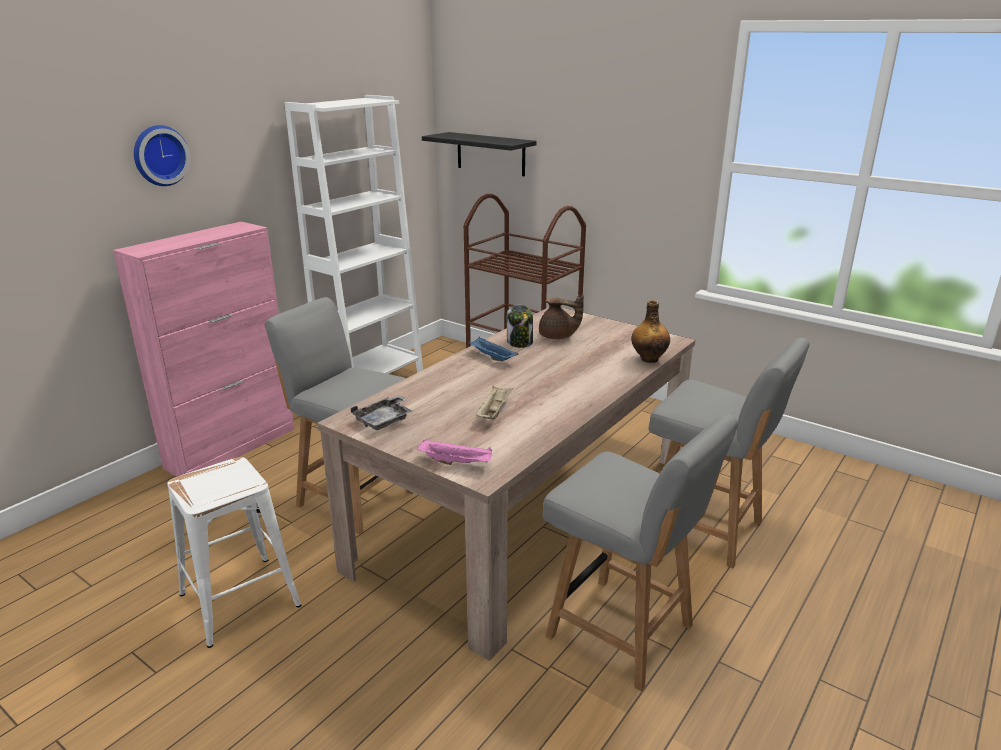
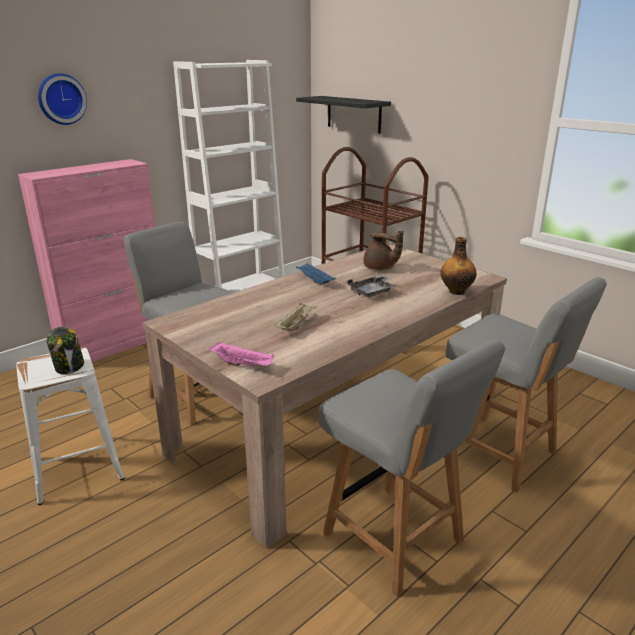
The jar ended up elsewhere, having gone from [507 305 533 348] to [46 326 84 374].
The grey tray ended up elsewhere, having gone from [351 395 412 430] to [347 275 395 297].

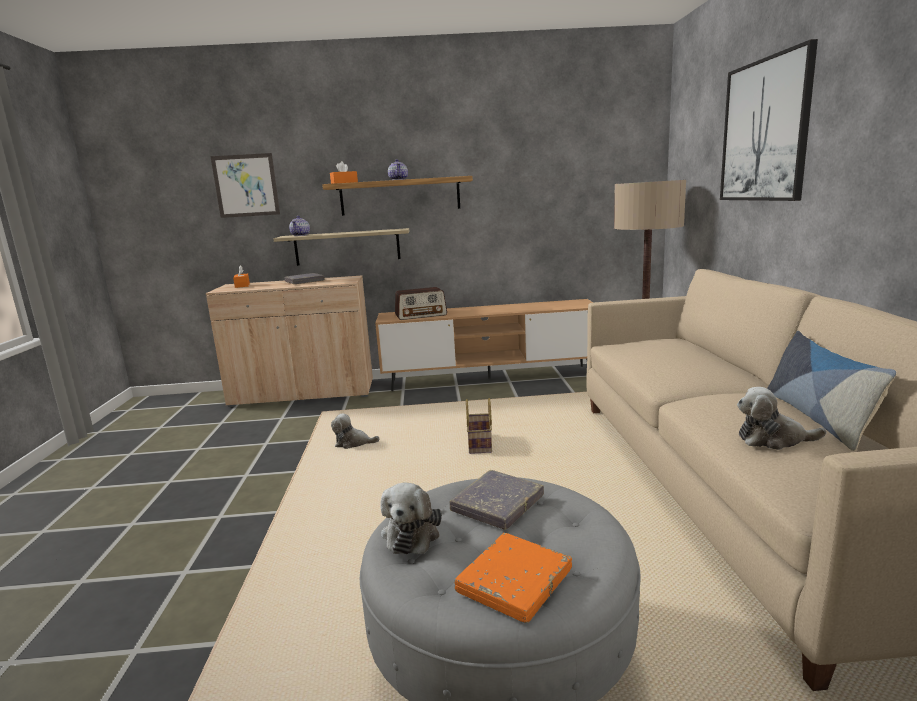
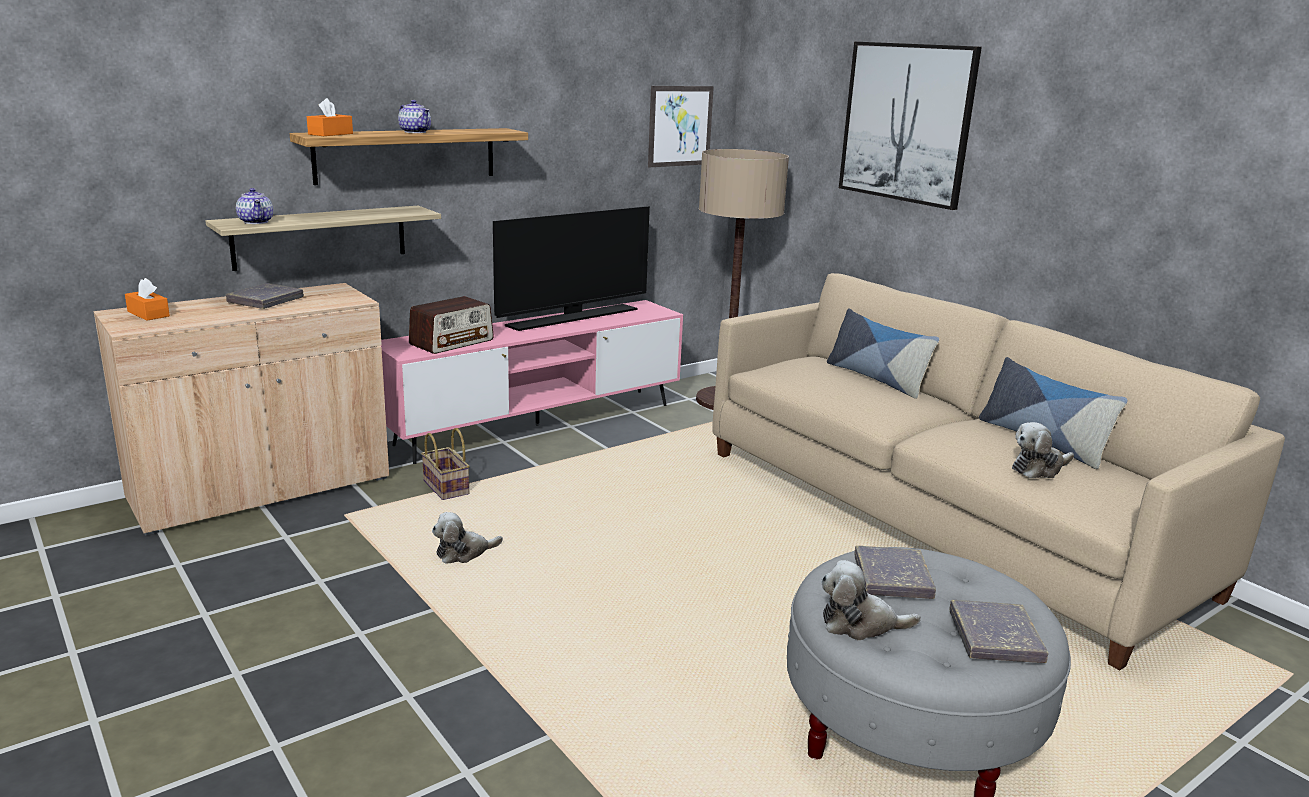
The picture ended up elsewhere, having gone from [211 153 280 218] to [648 86 714 167].
What was the brown tv stand at [375 299 593 391] turned into the pink tv stand at [381 300 683 464].
The basket ended up elsewhere, having gone from [466 398 492 454] to [421 428 470 500].
The plush toy at [381 483 442 554] ended up facing another way, 120 degrees clockwise from before.
What was the orange book at [455 533 572 623] turned into the grey book at [949 600 1048 663].
The second view gained the television at [493 206 650 331].
The second view gained the pillow at [827 308 939 399].

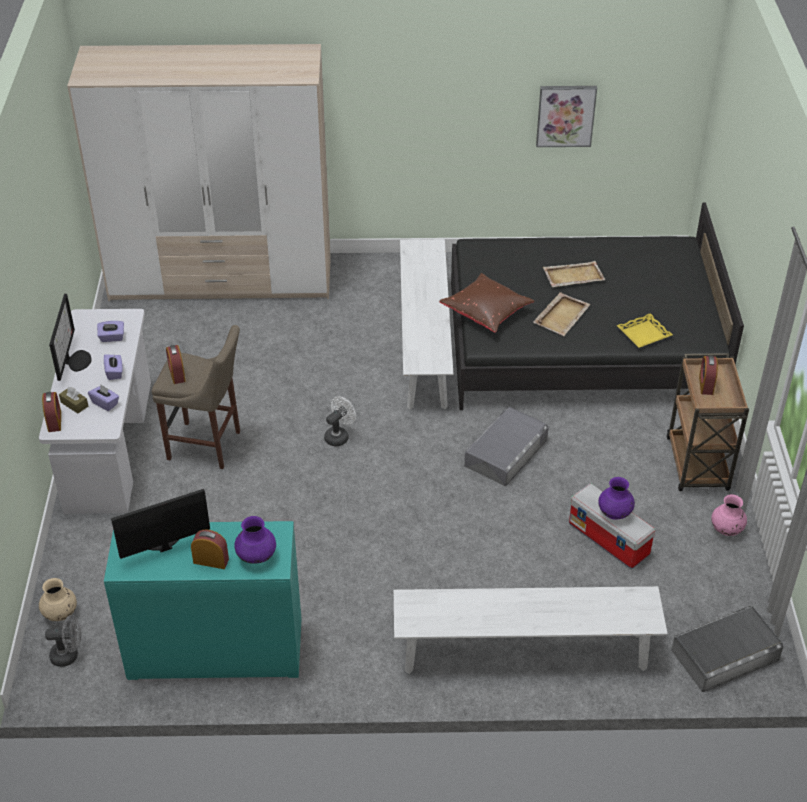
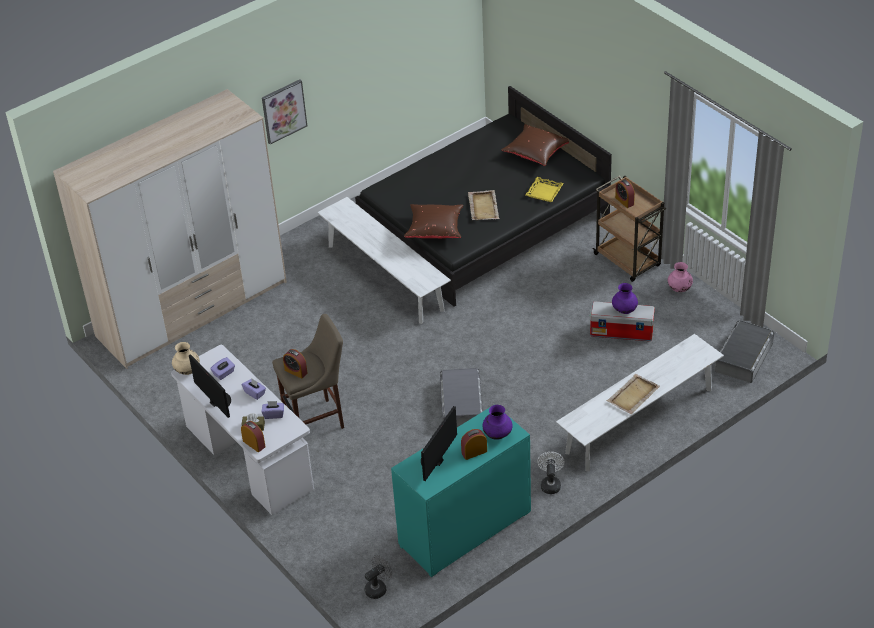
The picture ended up elsewhere, having gone from [536 86 597 147] to [262 79 307 144].
The beige tray ended up elsewhere, having gone from [543 261 605 287] to [607 374 660 414].
The white fan ended up elsewhere, having gone from [324 396 356 447] to [537 452 565 494].
The grey storage box ended up elsewhere, having gone from [464 407 549 486] to [440 368 483 427].
The beige vase ended up elsewhere, having gone from [39 578 77 621] to [172 342 200 375].
The second view gained the brown pillow at [501 124 569 166].

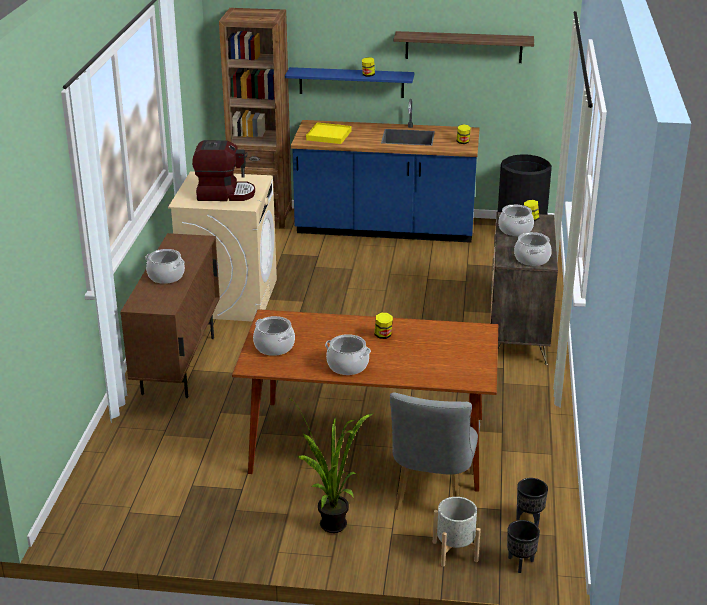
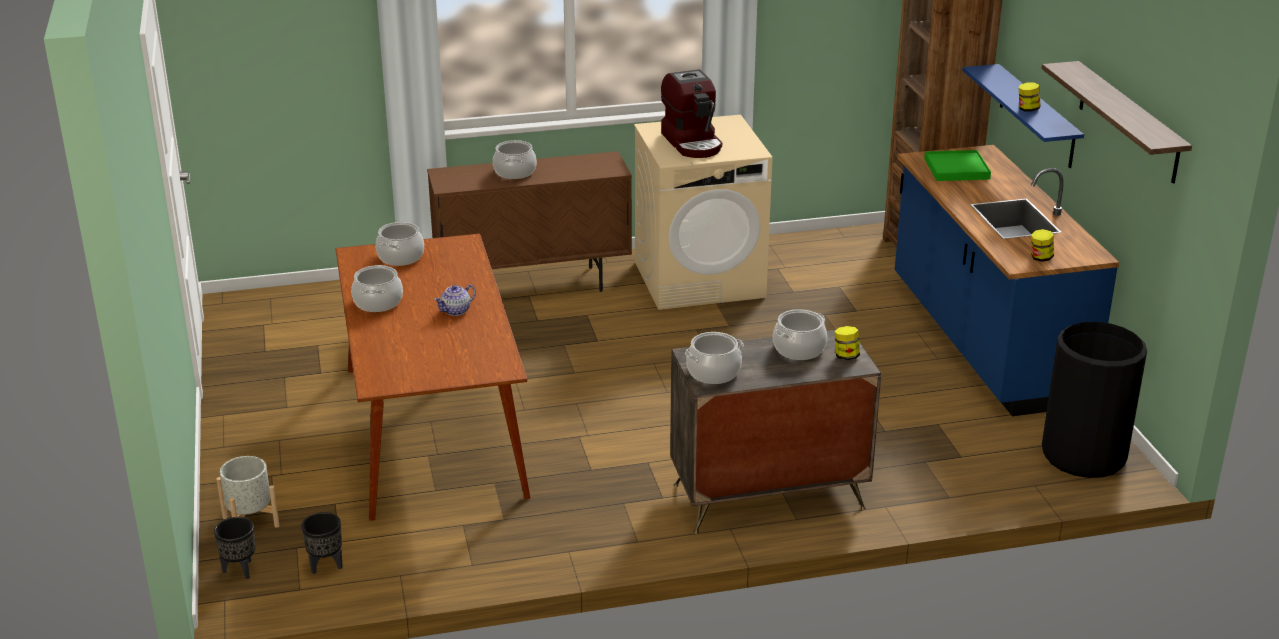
What was the yellow tray at [306 122 351 144] turned into the green tray at [924 150 991 181].
Where the jar stood at [375 313 393 339], the teapot came to stand at [434 285 476 316].
The second view lost the grey chair at [390 392 480 510].
The second view lost the potted plant at [290 399 374 533].

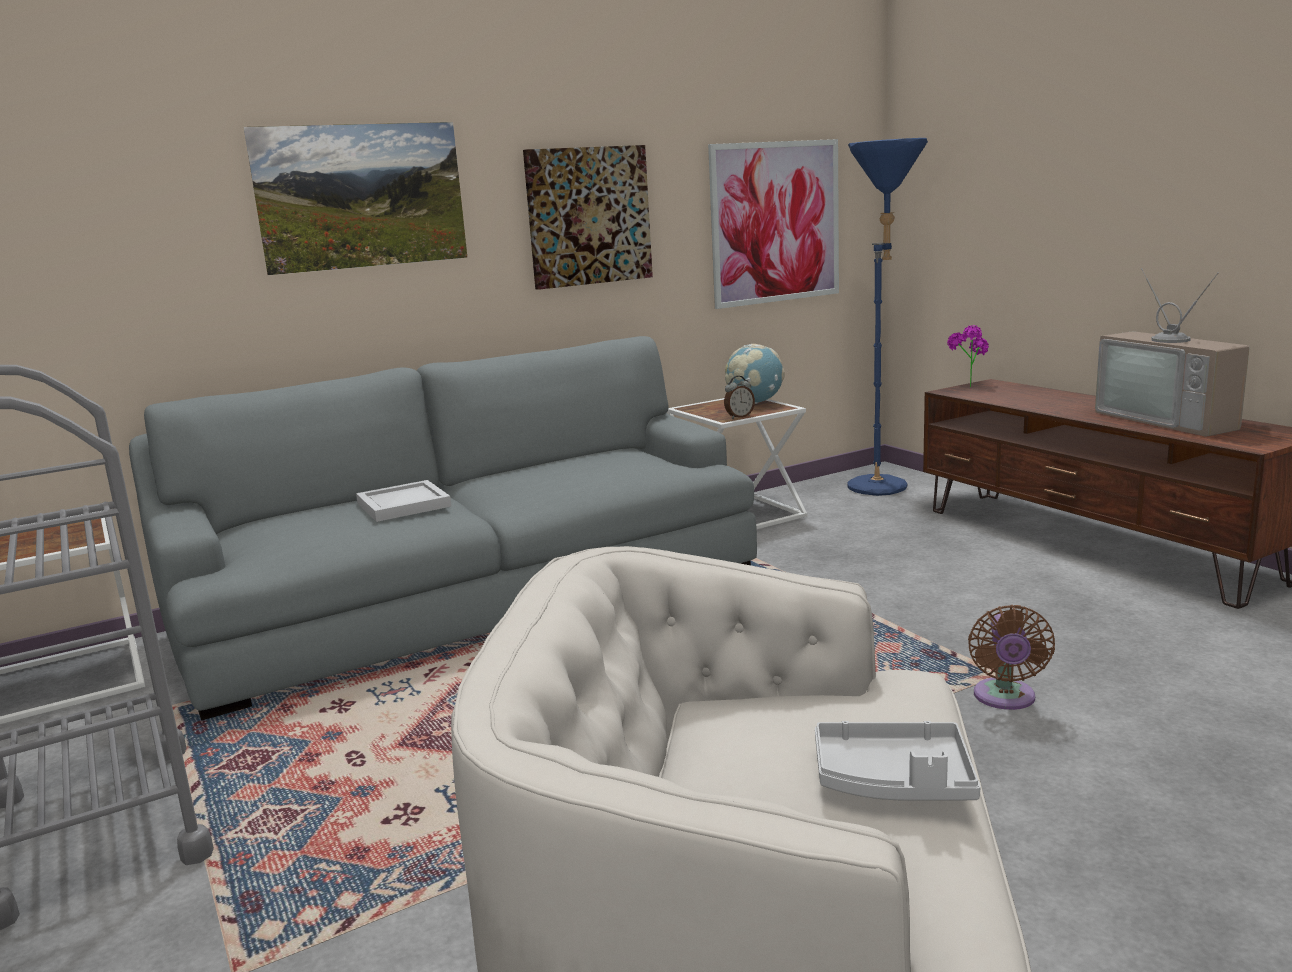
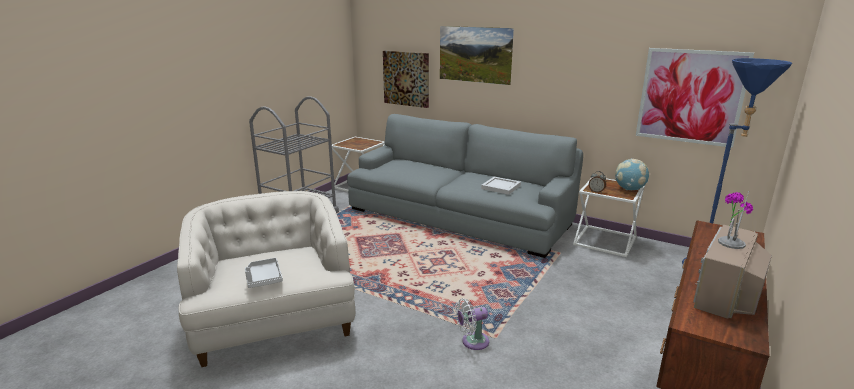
The picture ended up elsewhere, having gone from [523 145 653 290] to [383 51 429 108].
The white tray ended up elsewhere, having gone from [356 480 452 522] to [481 177 521 195].
What was the brown fan at [968 605 1055 710] turned into the white fan at [455 298 489 350].

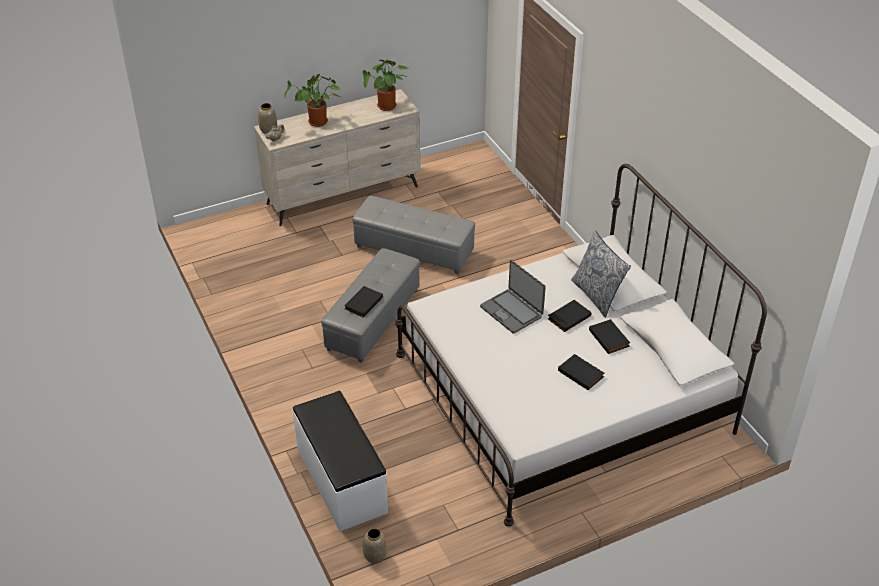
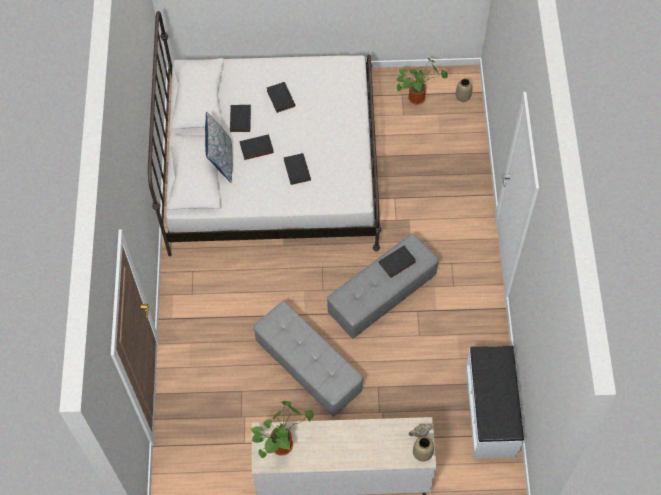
The potted plant ended up elsewhere, having gone from [284 74 342 127] to [396 58 448 105].
Where the laptop stood at [480 260 546 334], the black book came to stand at [284 153 311 185].
The white bench ended up elsewhere, having gone from [293 391 388 531] to [465 345 524 459].

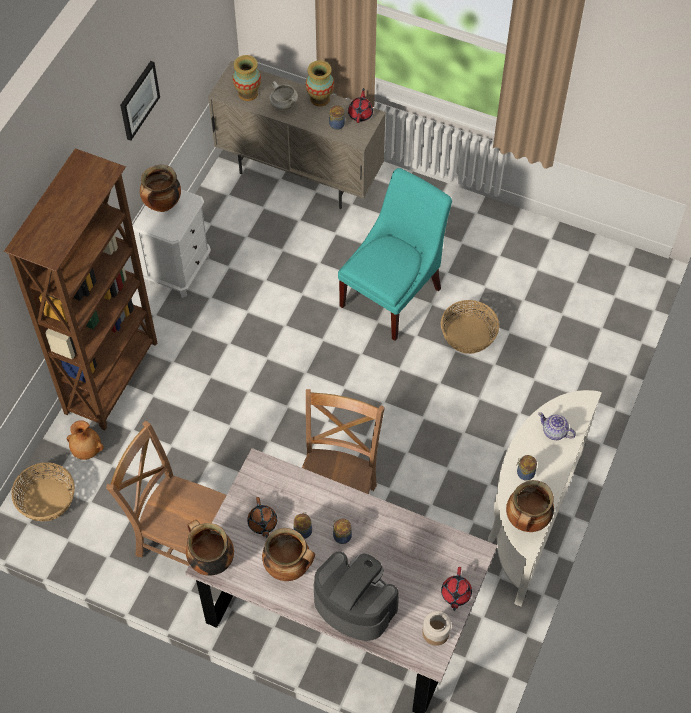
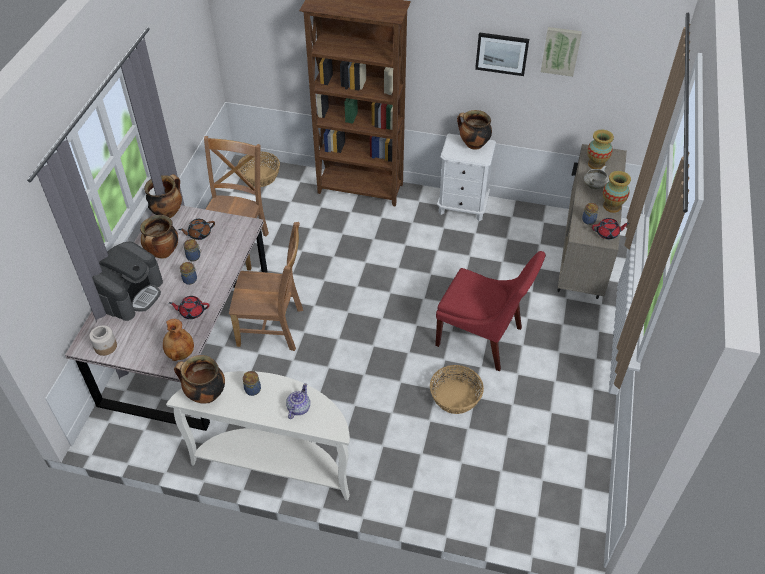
What was the turquoise chair at [338 168 452 341] turned into the red chair at [435 251 546 371].
The brown vase ended up elsewhere, having gone from [67 420 104 460] to [163 319 194 361].
The red teapot ended up elsewhere, having gone from [441 567 472 611] to [169 296 209 319].
The second view gained the picture at [541 27 582 77].

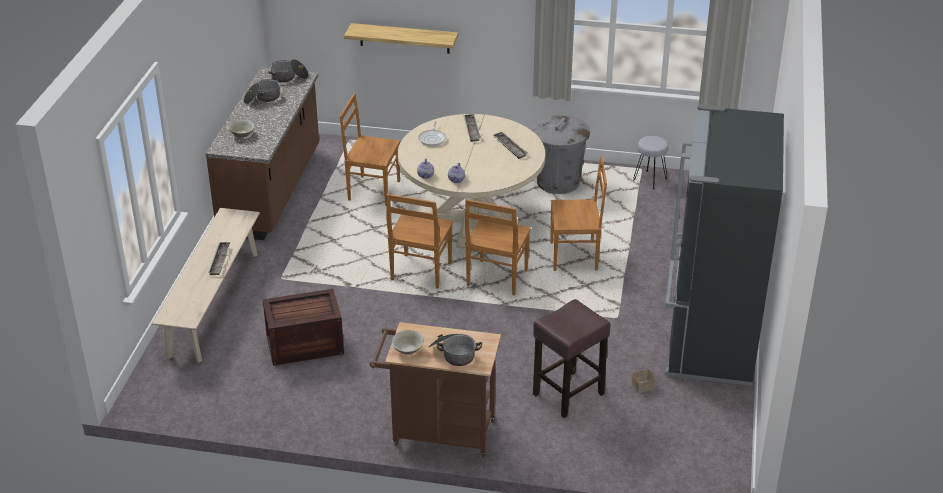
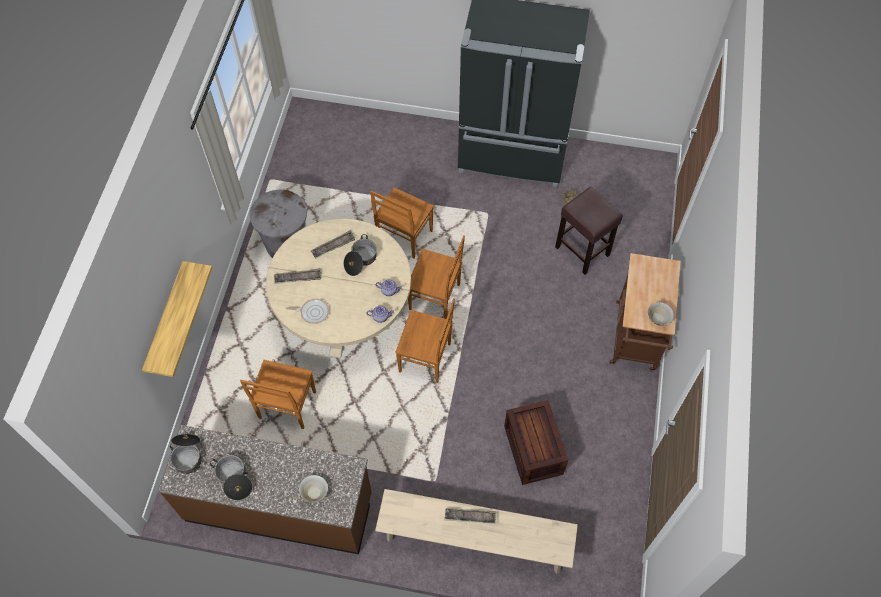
The second view lost the grey stool at [633 136 668 189].
The brown chair at [550 156 607 271] ended up facing another way, 150 degrees counterclockwise from before.
The cooking pot ended up elsewhere, having gone from [428 334 482 366] to [344 234 377 276].

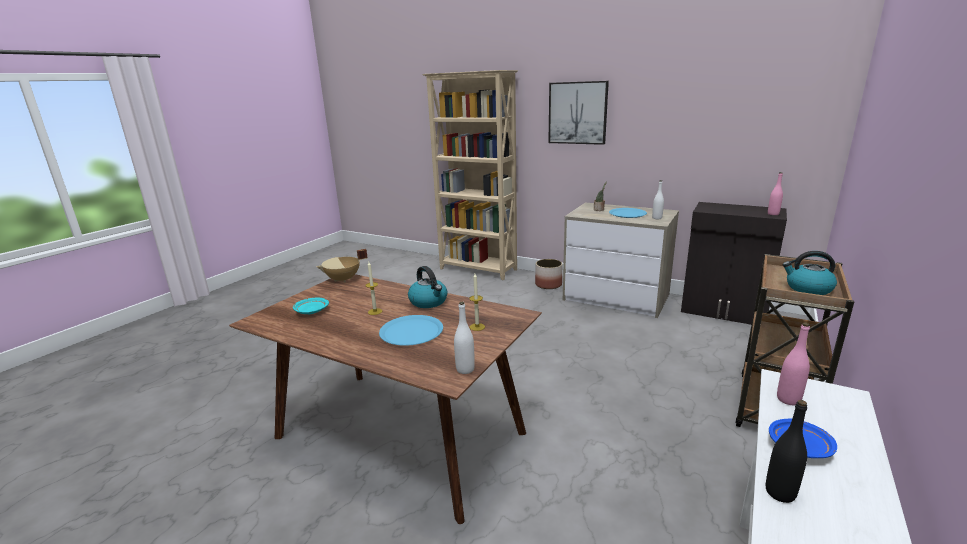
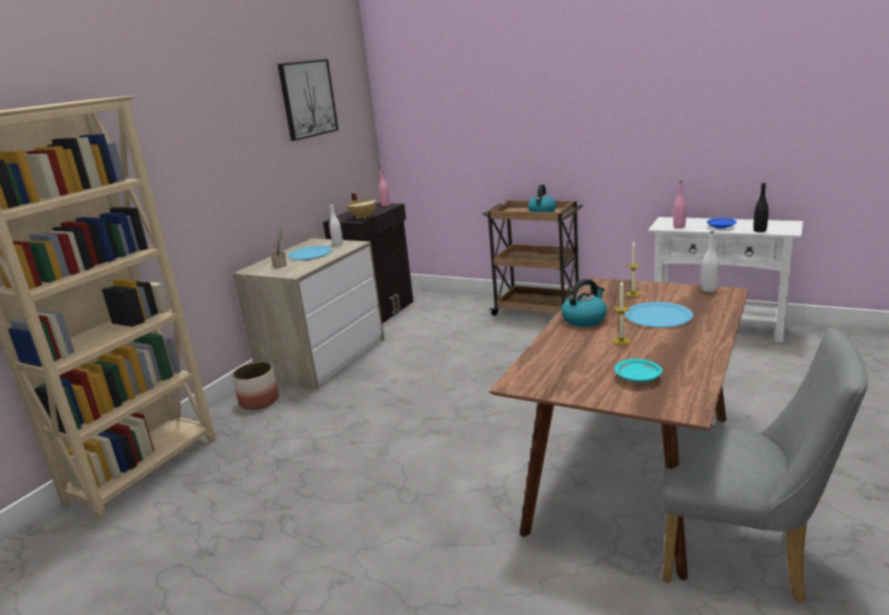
The picture ended up elsewhere, having gone from [548 81 609 145] to [278 59 339 141].
The beige cooking pot ended up elsewhere, having gone from [317 249 368 283] to [346 193 376 219].
The second view gained the grey chair at [662 328 868 604].

